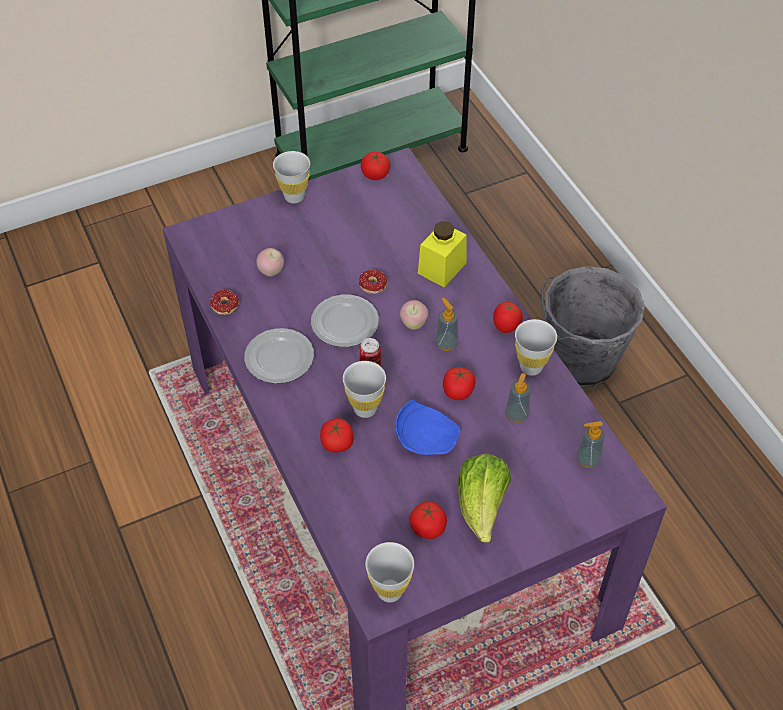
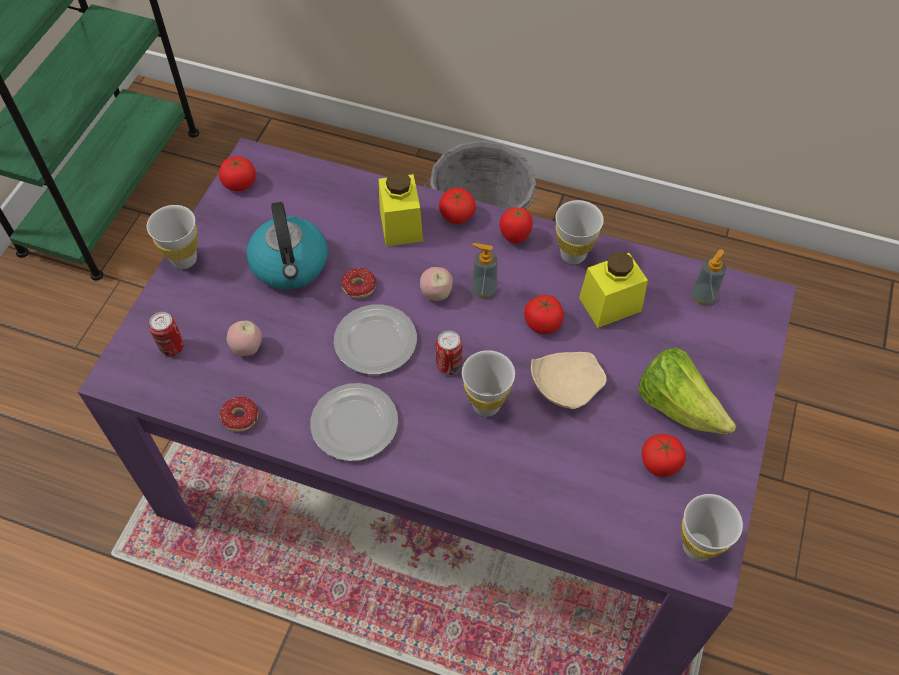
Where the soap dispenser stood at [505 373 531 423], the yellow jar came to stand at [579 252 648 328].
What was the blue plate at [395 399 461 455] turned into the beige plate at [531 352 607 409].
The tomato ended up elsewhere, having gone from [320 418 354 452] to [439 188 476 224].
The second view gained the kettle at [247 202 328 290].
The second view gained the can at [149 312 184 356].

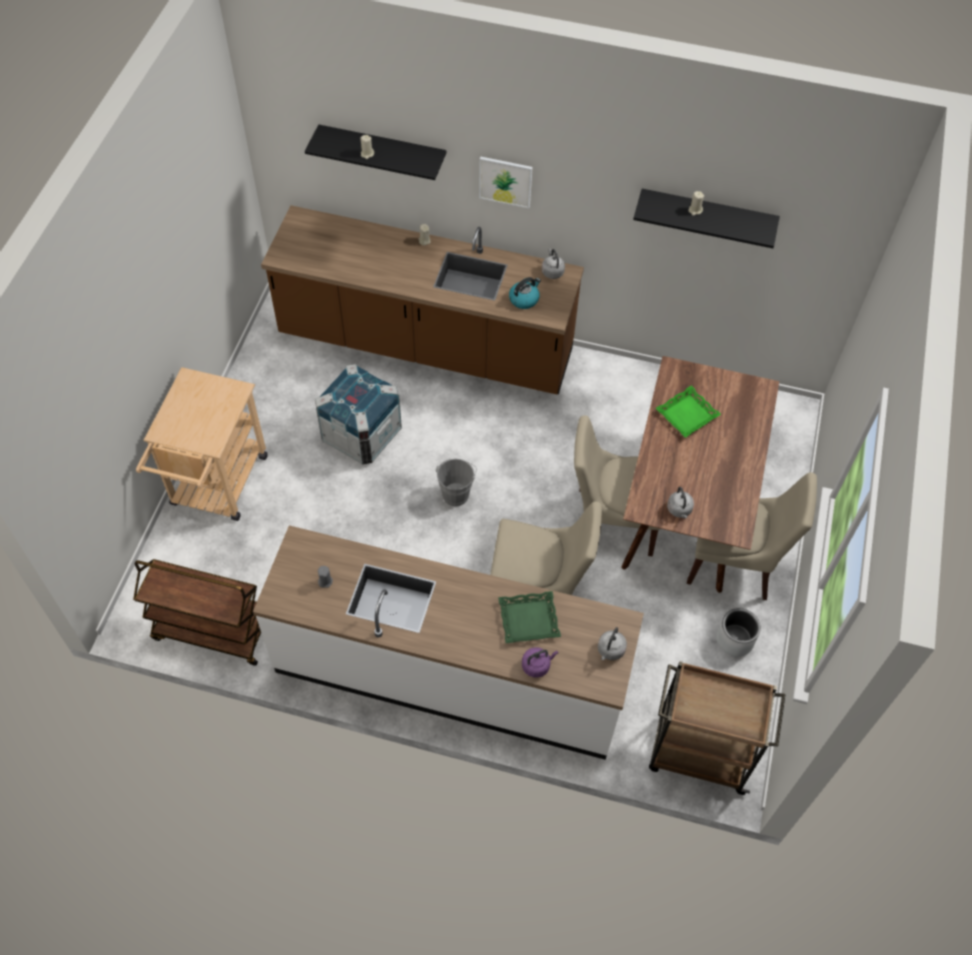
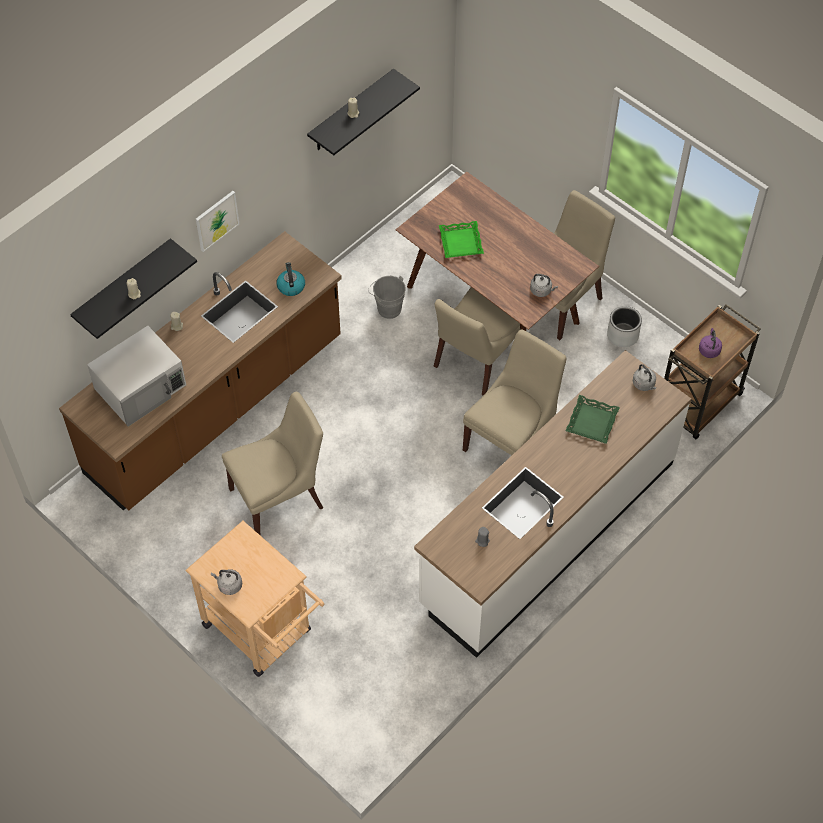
The grey kettle ended up elsewhere, having gone from [542 249 565 279] to [211 569 242 595].
Where the crate stood at [315 364 402 465], the beige chair came to stand at [222 392 323 535].
The grey bucket ended up elsewhere, having gone from [436 459 477 506] to [368 276 406 319].
The second view lost the brown cart at [133 559 261 666].
The purple kettle ended up elsewhere, having gone from [522 647 558 678] to [699 328 722 358].
The second view gained the white microwave at [87 326 186 427].

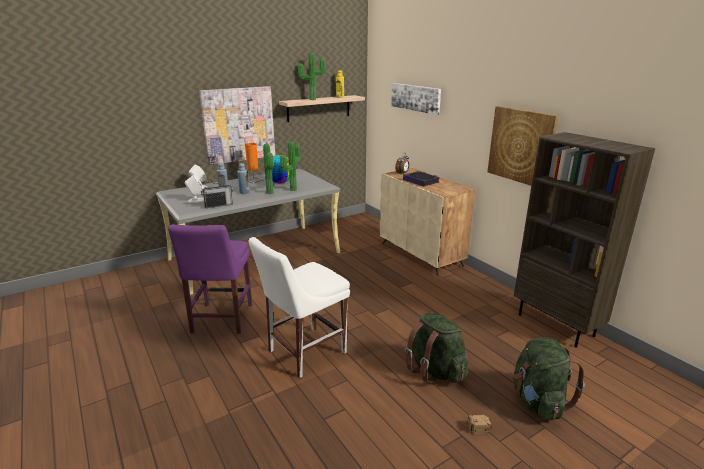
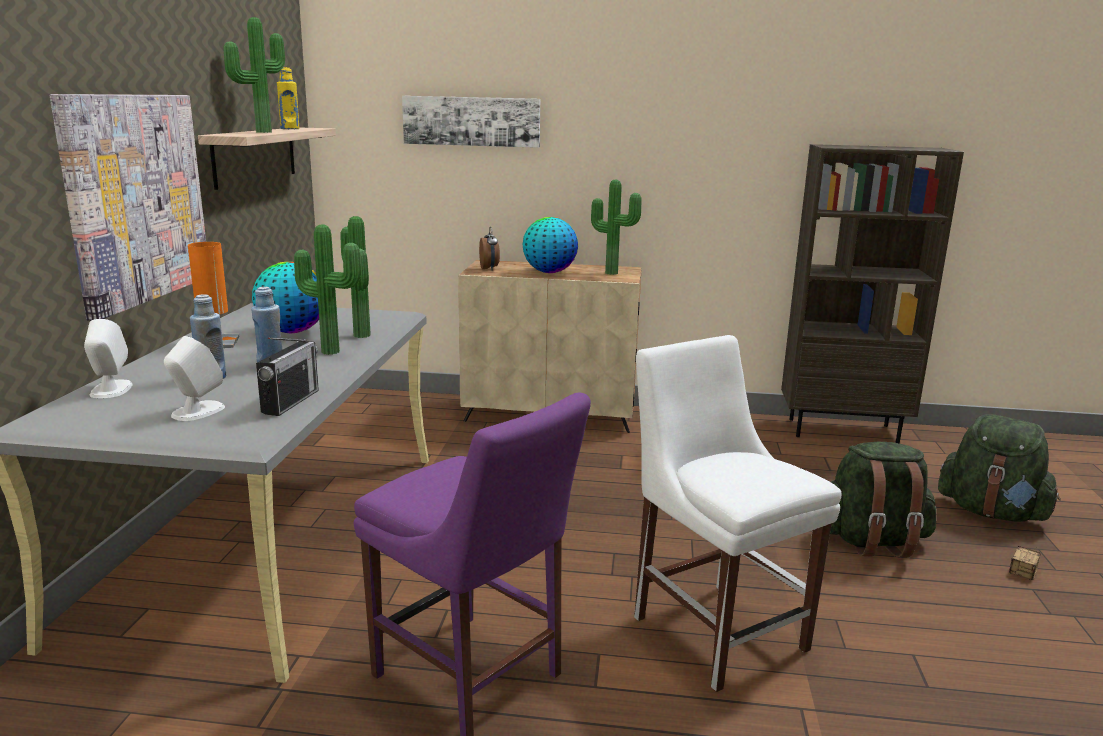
The second view lost the picture at [487 106 559 186].
Where the book stood at [403 171 440 187], the globe came to stand at [522 217 578 273].
The white chair at [248 237 350 378] ended up facing another way, 150 degrees clockwise from before.
The second view gained the potted plant at [591 180 642 275].

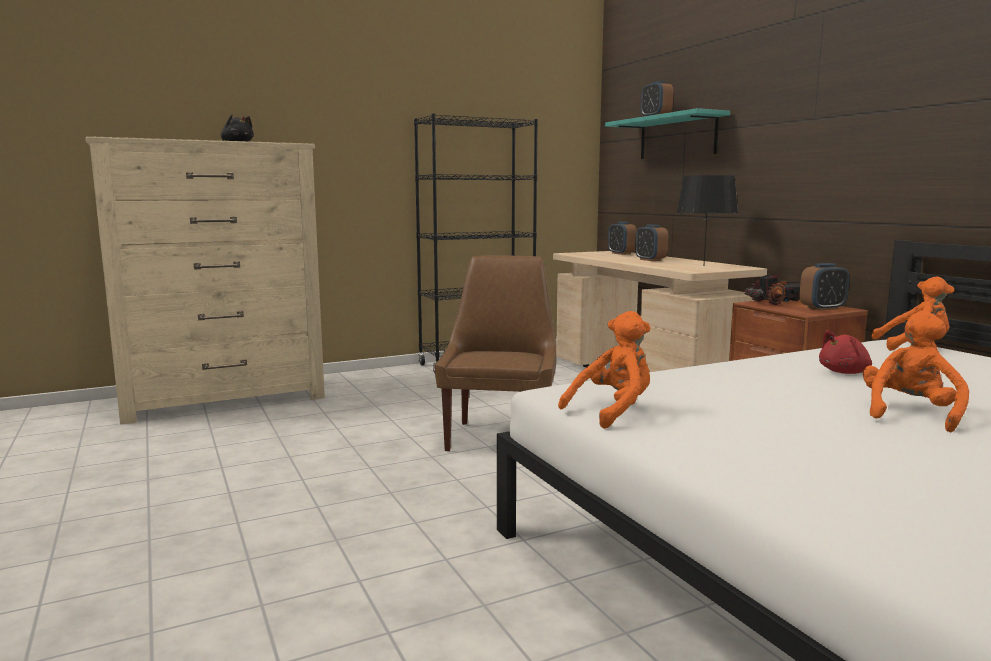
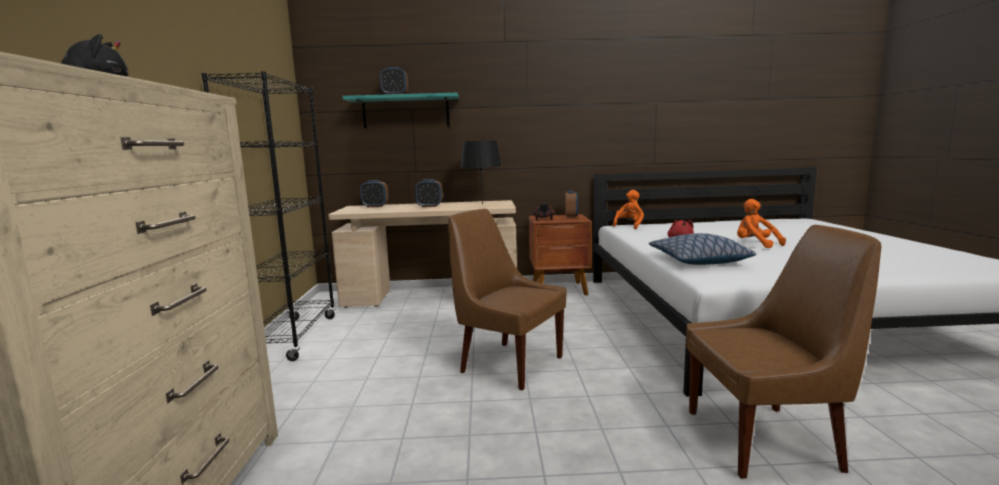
The second view lost the orange plush toy at [558 311 651 429].
The second view gained the brown chair at [686 225 881 479].
The second view gained the pillow at [649 233 756 265].

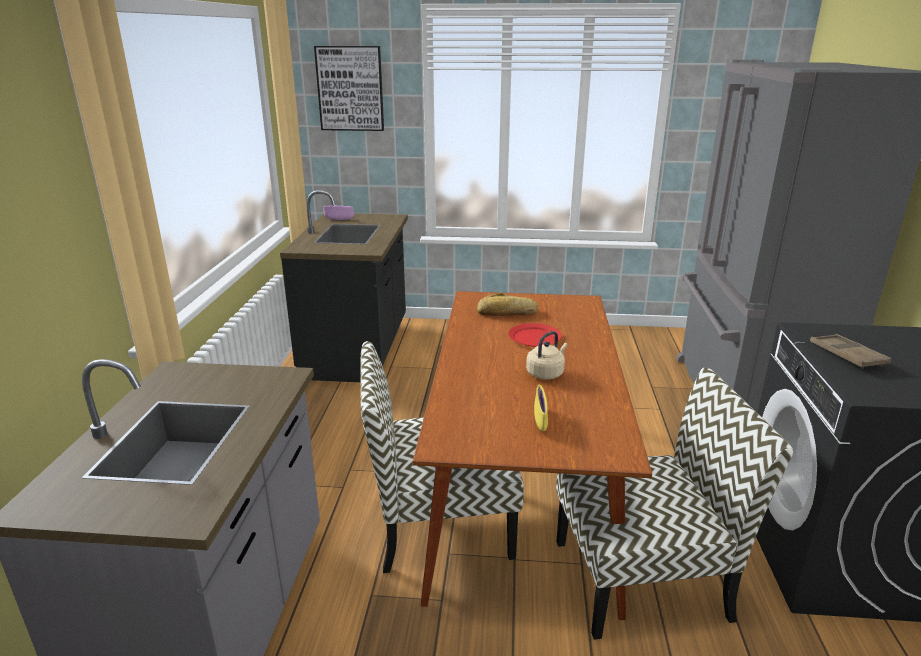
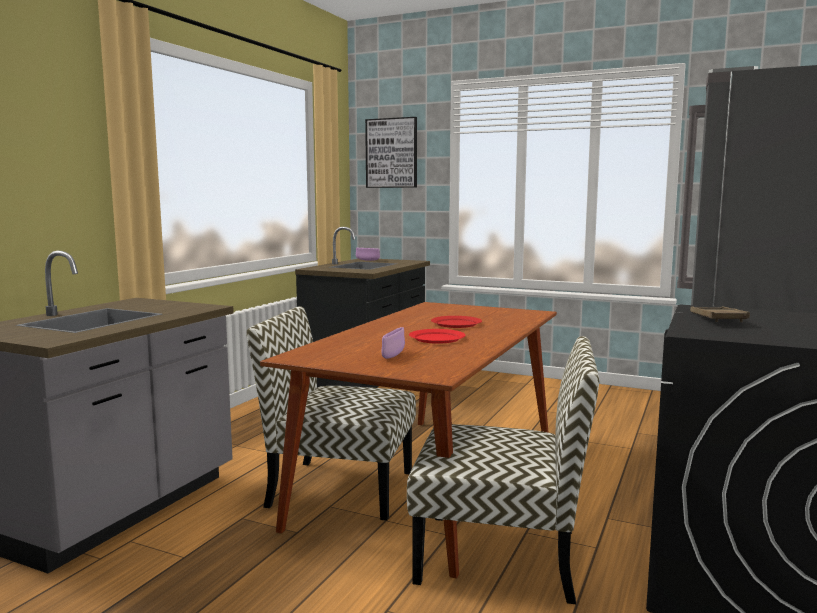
The second view lost the bread at [477 293 538 316].
Where the beige kettle stood at [526 331 568 380], the red plate came to stand at [409 329 466 344].
What was the yellow bowl at [534 385 548 431] turned into the purple bowl at [382 327 405 359].

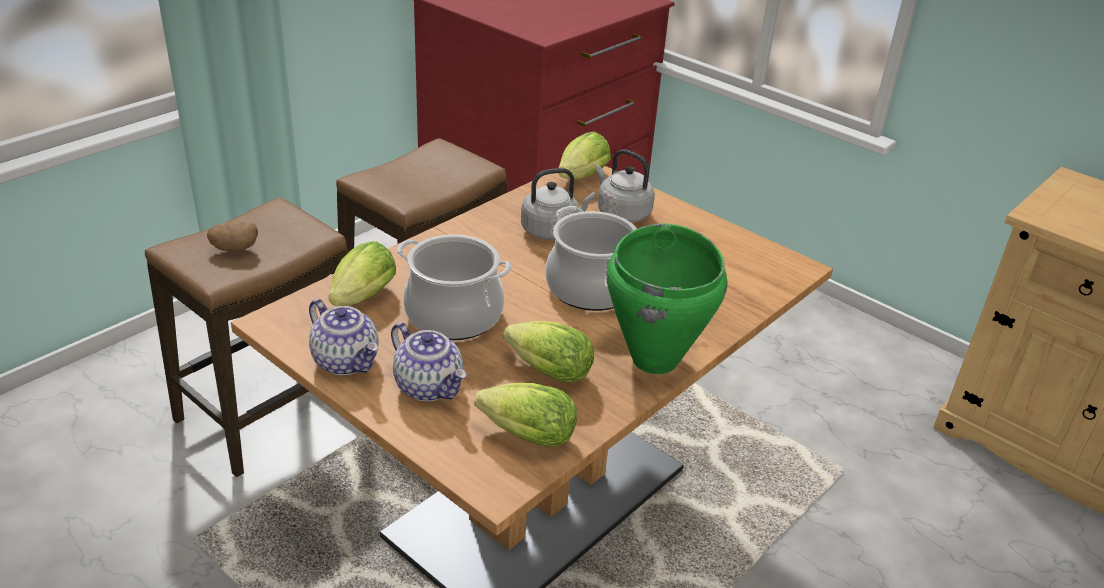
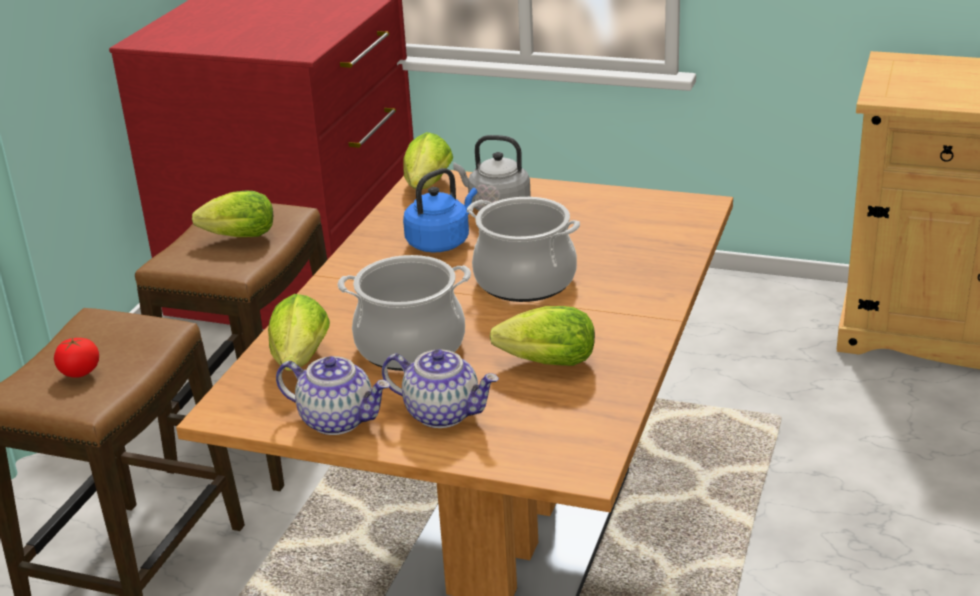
What was the grey kettle at [521 168 596 240] turned into the blue kettle at [403 168 477 253].
Where the potato stood at [207 221 258 251], the tomato came to stand at [54 337 99 378].
The second view lost the green cooking pot at [606 224 728 374].
The lettuce ended up elsewhere, having gone from [474 383 577 447] to [192 191 273 237].

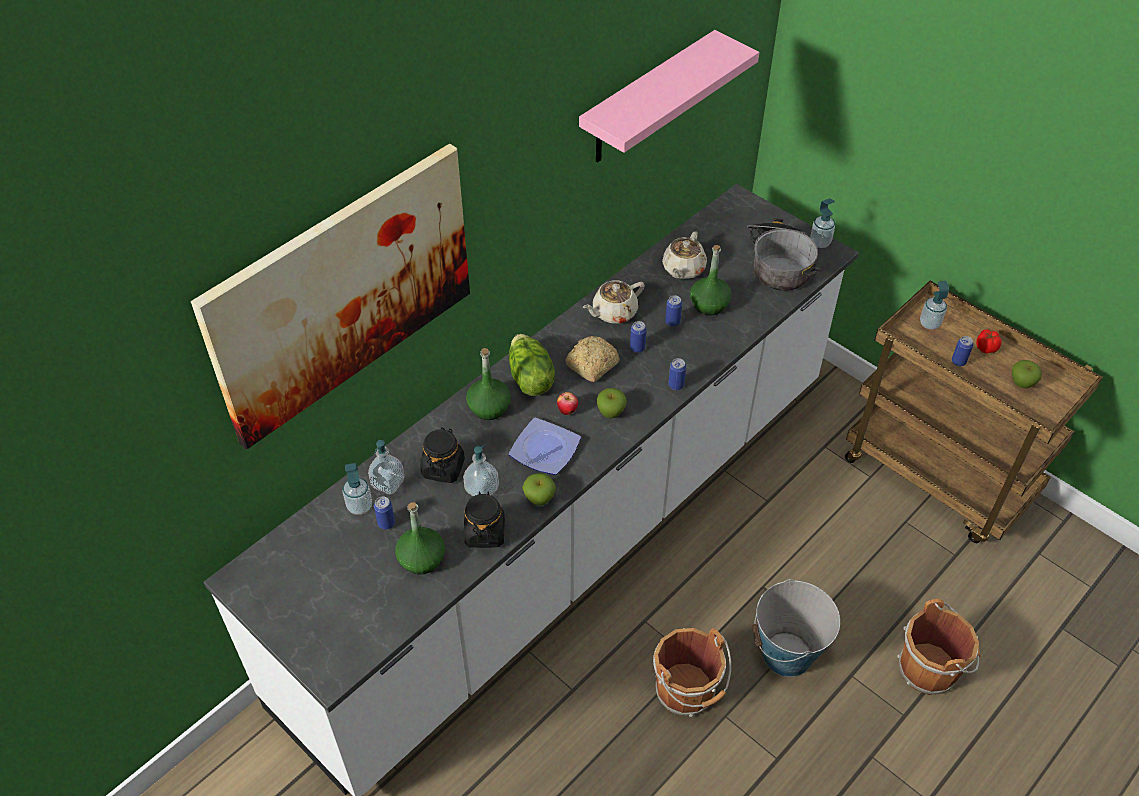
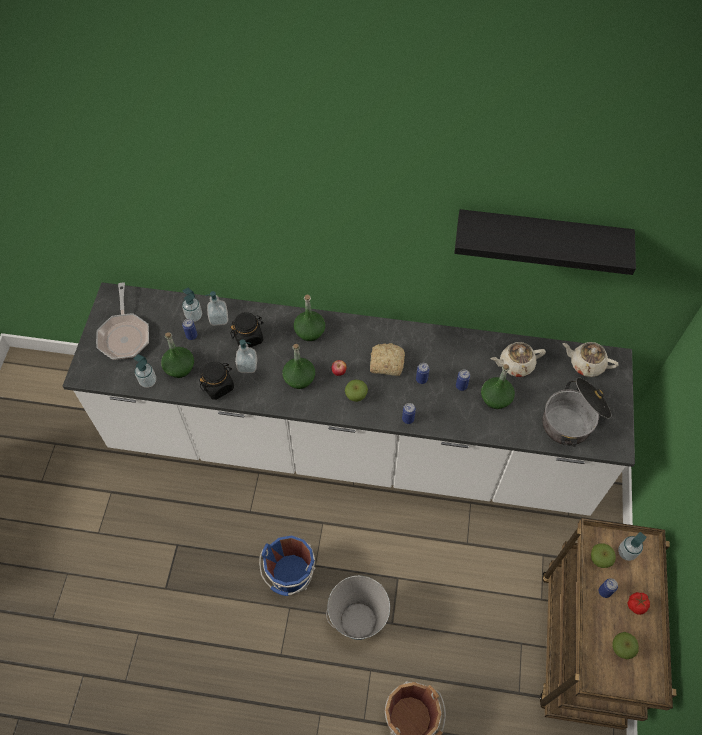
What was the pink shelf at [579 30 759 163] turned into the black shelf at [454 209 636 275].
The second view lost the picture at [191 143 470 449].
The soap dispenser ended up elsewhere, having gone from [810 198 835 248] to [134 354 156 388].
The beige teapot ended up elsewhere, having gone from [583 280 645 324] to [562 342 618 377].
The second view lost the lettuce at [509 334 555 396].
Where the plate stood at [509 418 581 475], the green bottle came to stand at [282 344 315 389].
The apple ended up elsewhere, having gone from [522 473 556 506] to [591 544 616 568].
What was the brown bucket at [653 628 731 717] turned into the blue bucket at [259 535 316 596].
The second view gained the frying pan at [96 283 149 360].

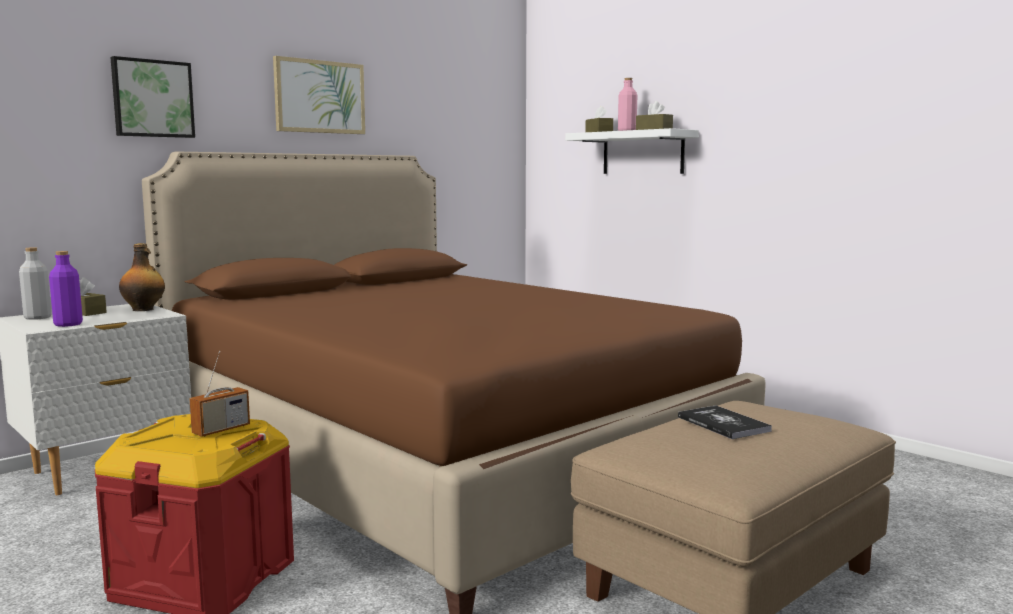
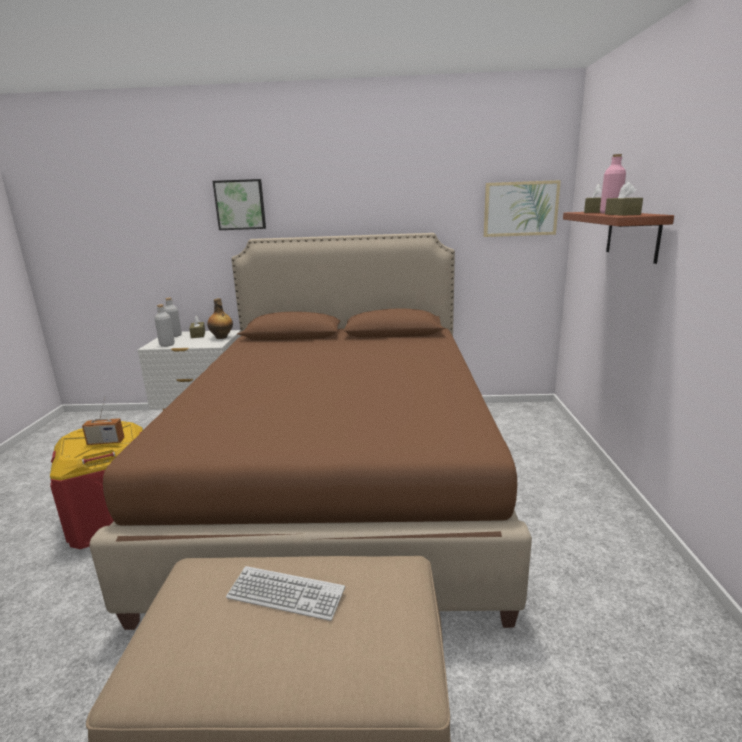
The picture ended up elsewhere, having gone from [273 56 365 134] to [484 180 561 237].
What was the white shelf at [565 128 699 174] turned into the brown shelf at [563 212 674 264].
What was the purple bottle at [49 251 83 327] turned into the grey bottle at [155 304 175 347].
Where the book stood at [678 405 772 439], the keyboard came to stand at [226 566 345 621].

